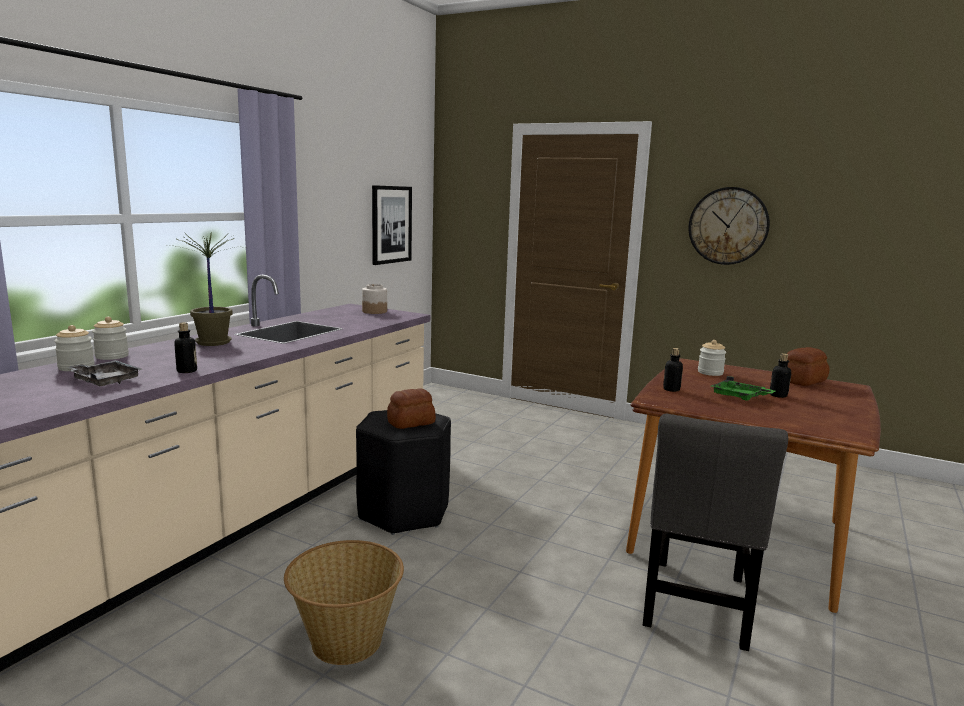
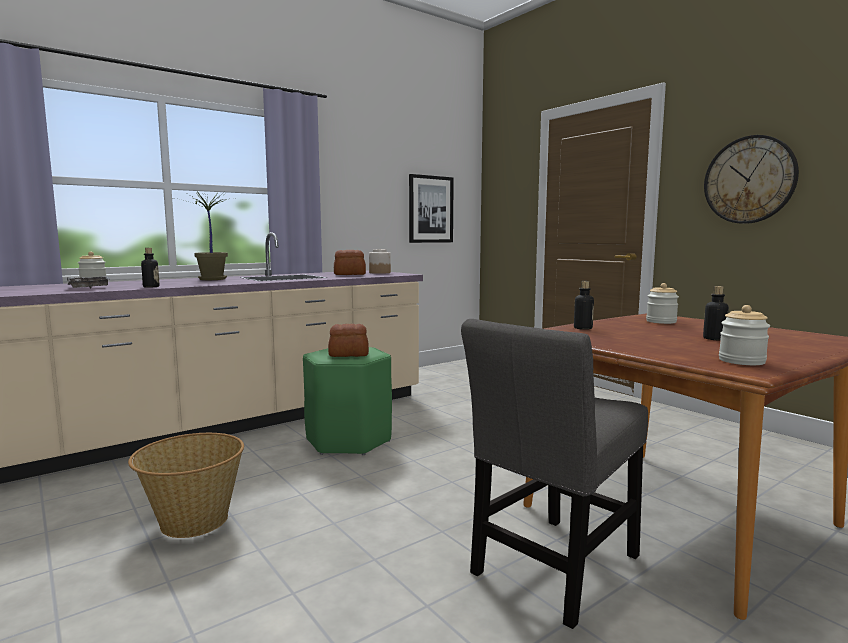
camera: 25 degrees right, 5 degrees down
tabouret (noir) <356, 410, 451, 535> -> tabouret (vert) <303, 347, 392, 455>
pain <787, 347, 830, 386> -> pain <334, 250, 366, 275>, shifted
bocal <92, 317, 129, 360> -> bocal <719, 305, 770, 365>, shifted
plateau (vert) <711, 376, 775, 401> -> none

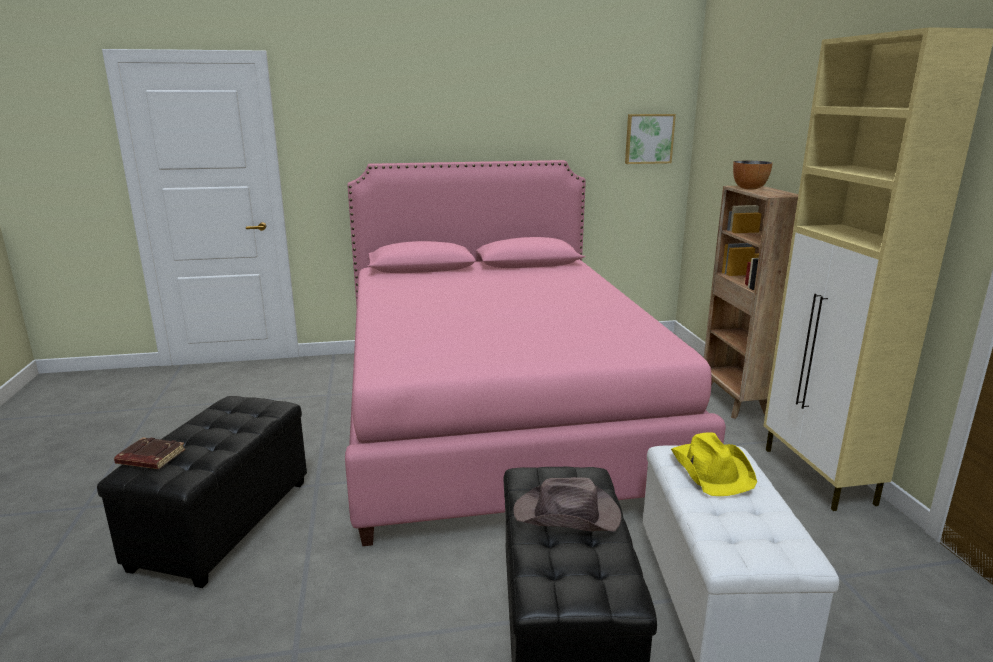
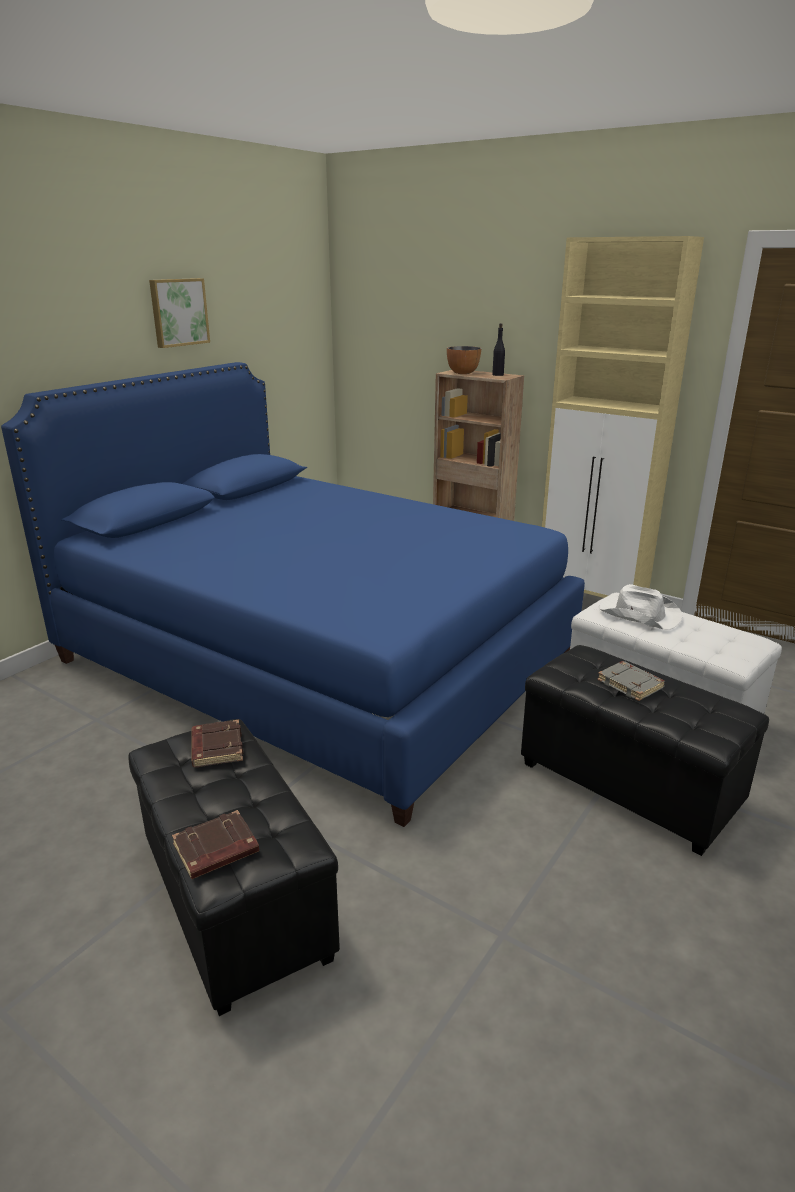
camera: 45 degrees left, 5 degrees up
lit (rose) <345, 160, 726, 547> -> lit (bleu) <1, 362, 585, 827>
tableau <625, 114, 676, 164> -> tableau <149, 278, 210, 348>, shifted
none -> livre (marron) <191, 720, 244, 767>
none -> bouteille (noir) <492, 323, 505, 376>
chapeau (marron) <513, 477, 622, 532> -> livre (gris) <597, 661, 665, 701>
chapeau (jaune) <671, 433, 757, 496> -> chapeau (blanc) <599, 584, 683, 630>

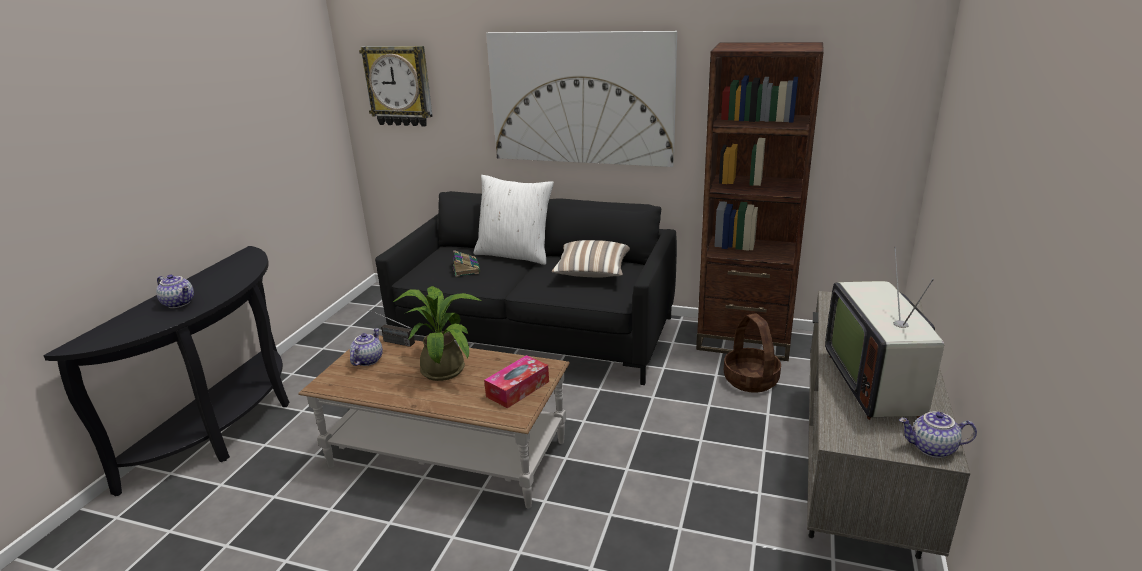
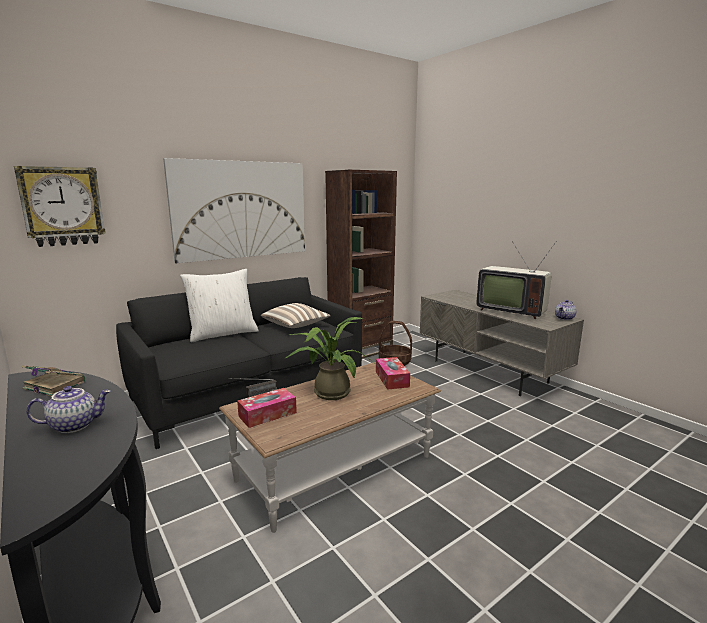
camera: 55 degrees left, 10 degrees down
livre <453, 250, 480, 277> -> livre <21, 365, 85, 397>, shifted
théière <350, 328, 383, 366> -> boîte à mouchoirs <237, 388, 297, 428>

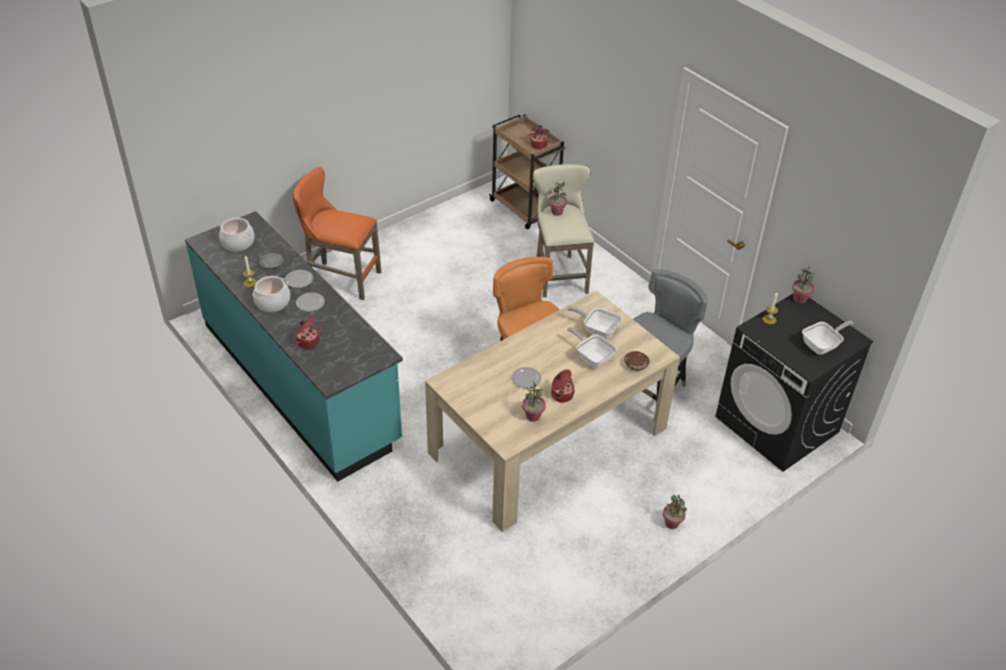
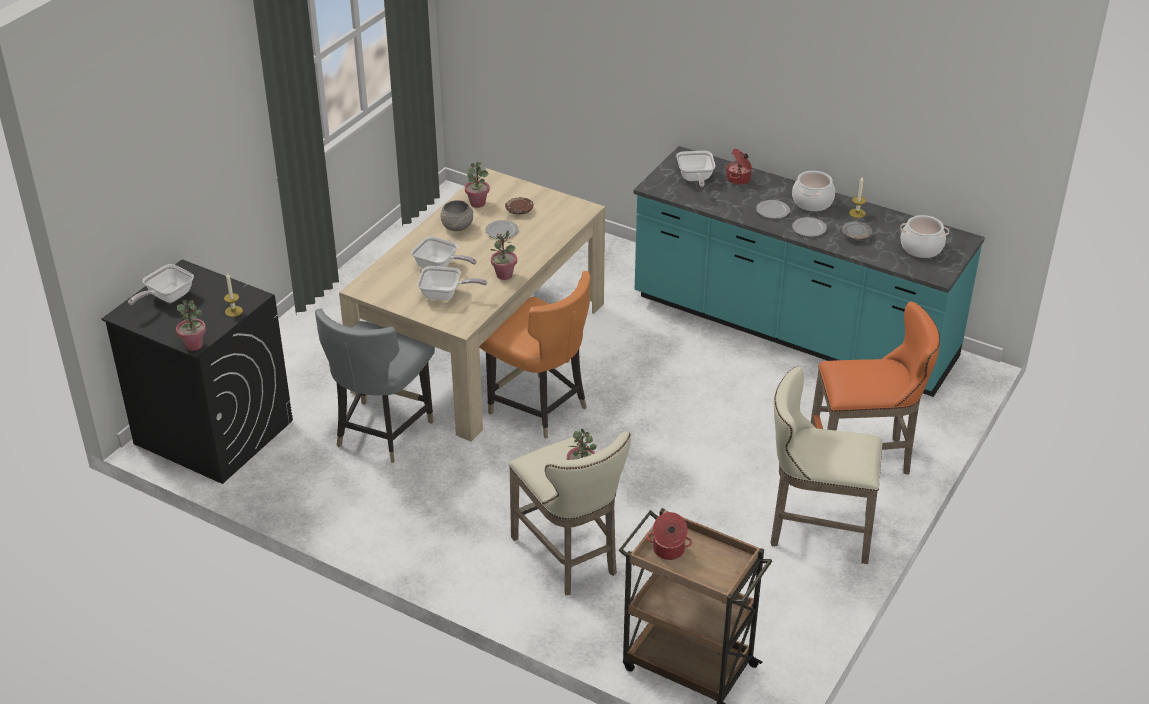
camera: 160 degrees right, 5 degrees down
marmite <551, 369, 575, 403> -> bol (gris) <440, 200, 473, 231>
plante en pot <663, 495, 687, 529> -> plante en pot <491, 230, 517, 280>, shifted
assiette (marron) <624, 351, 650, 370> -> assiette (marron) <505, 197, 534, 215>, shifted
none -> poêle <676, 151, 715, 187>
none -> tabouret (beige) <770, 366, 883, 564>

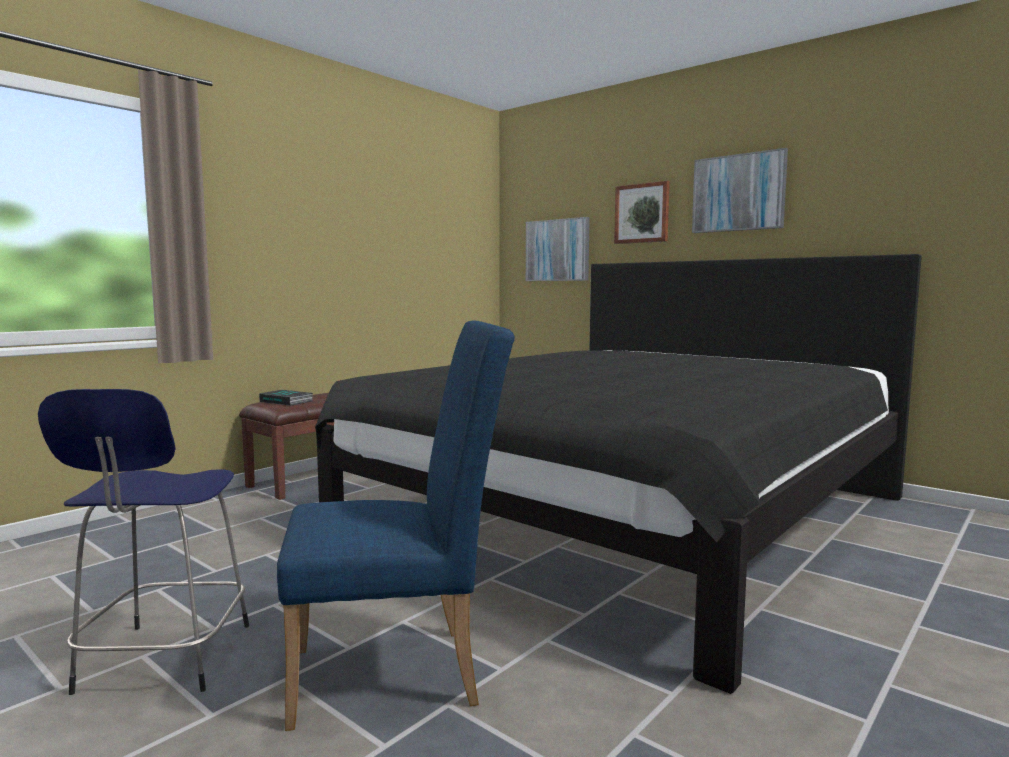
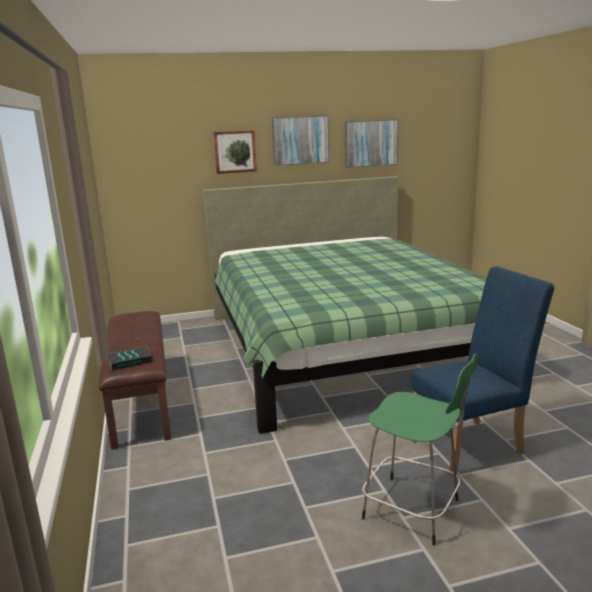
camera: 55 degrees left, 10 degrees up
lit (noir) <315, 254, 922, 694> -> lit (vert) <203, 176, 487, 434>
tableau <526, 217, 590, 281> -> tableau <345, 119, 398, 168>, shifted
tabouret (bleu) <38, 389, 249, 695> -> tabouret (vert) <362, 353, 478, 545>
chaise (bleu) <277, 321, 515, 731> -> chaise (bleu) <411, 267, 554, 477>, 45 degrees clockwise

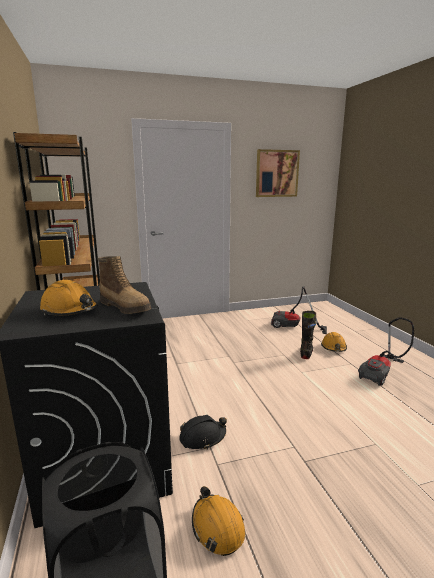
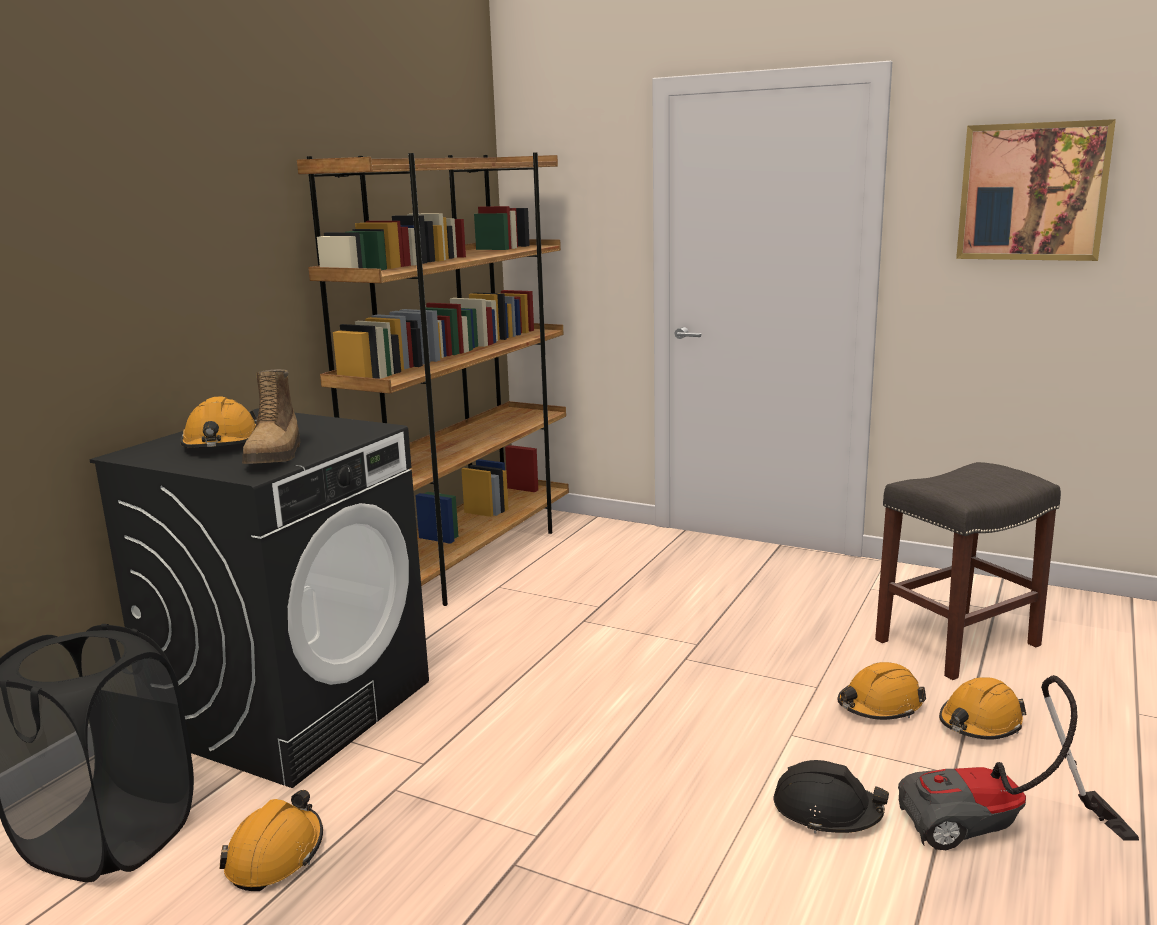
camera: 45 degrees right, 0 degrees up
casque de chantier (noir) <179, 415, 227, 450> -> casque de chantier (noir) <774, 760, 889, 833>, shifted
botte (noir) <300, 311, 316, 359> -> casque de chantier (orange) <837, 662, 926, 720>
aspirateur <271, 286, 327, 334> -> tabouret (gris) <875, 462, 1061, 680>

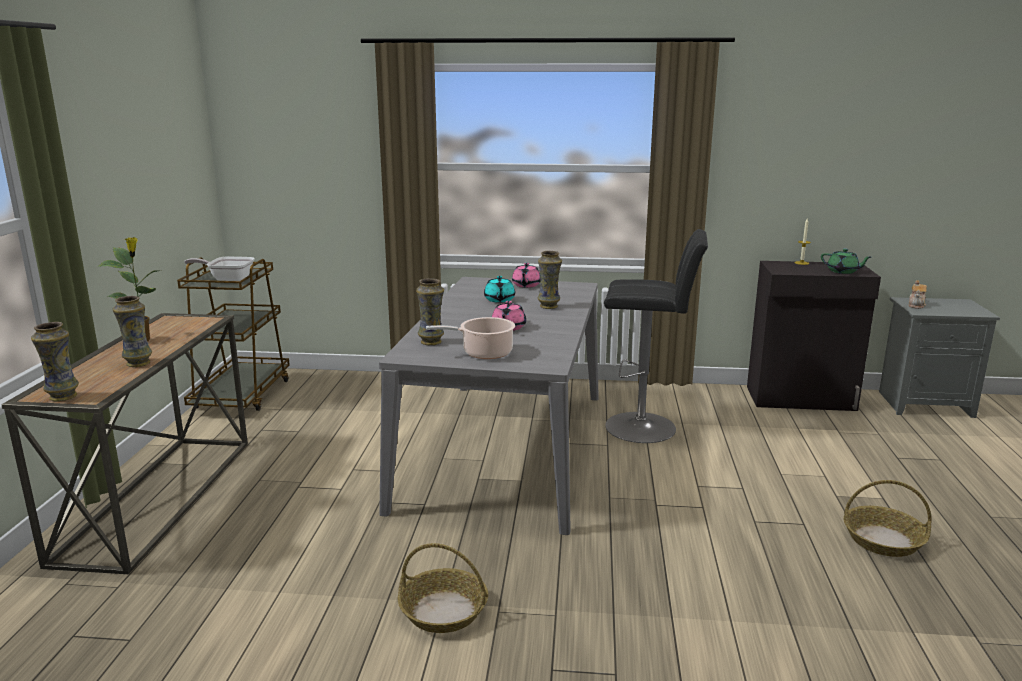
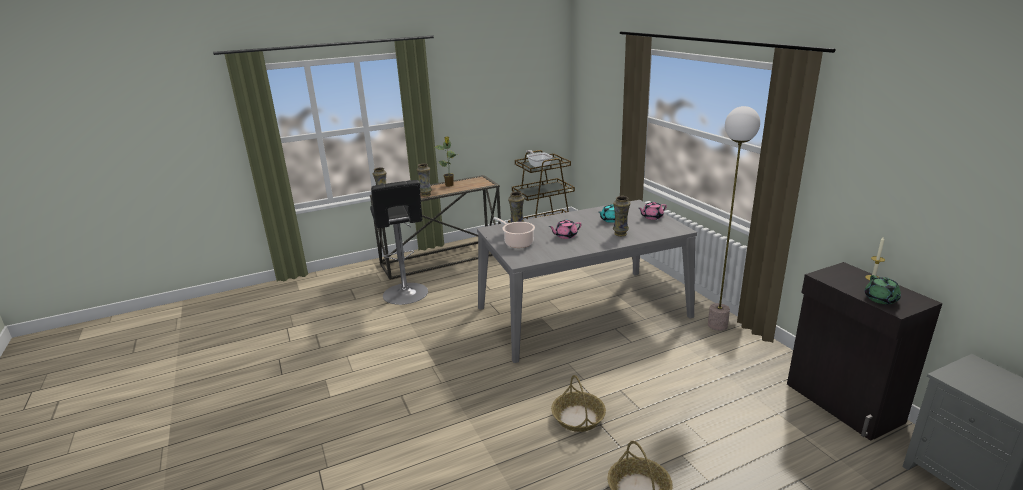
camera: 60 degrees right, 5 degrees up
tabouret (noir) <604, 229, 708, 443> -> tabouret (noir) <370, 180, 428, 305>, shifted
panier <398, 543, 488, 633> -> panier <551, 375, 606, 432>, shifted
none -> lampadaire <708, 106, 760, 331>
théière <909, 280, 927, 309> -> none

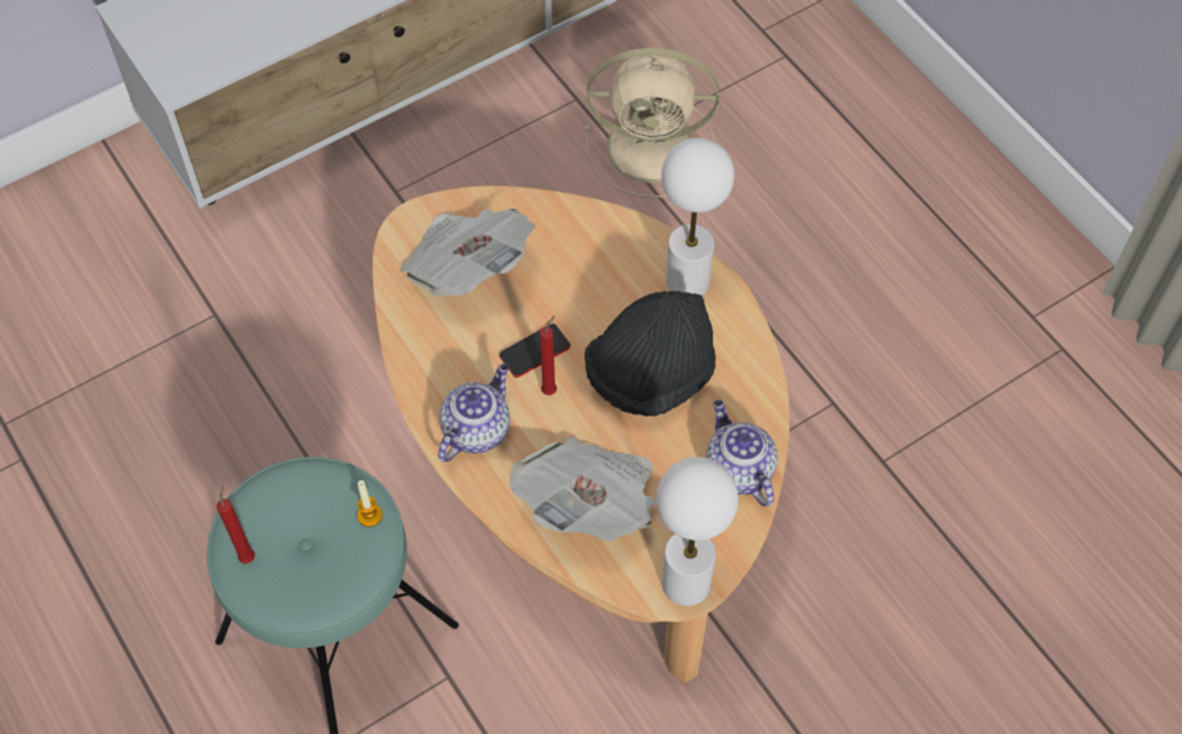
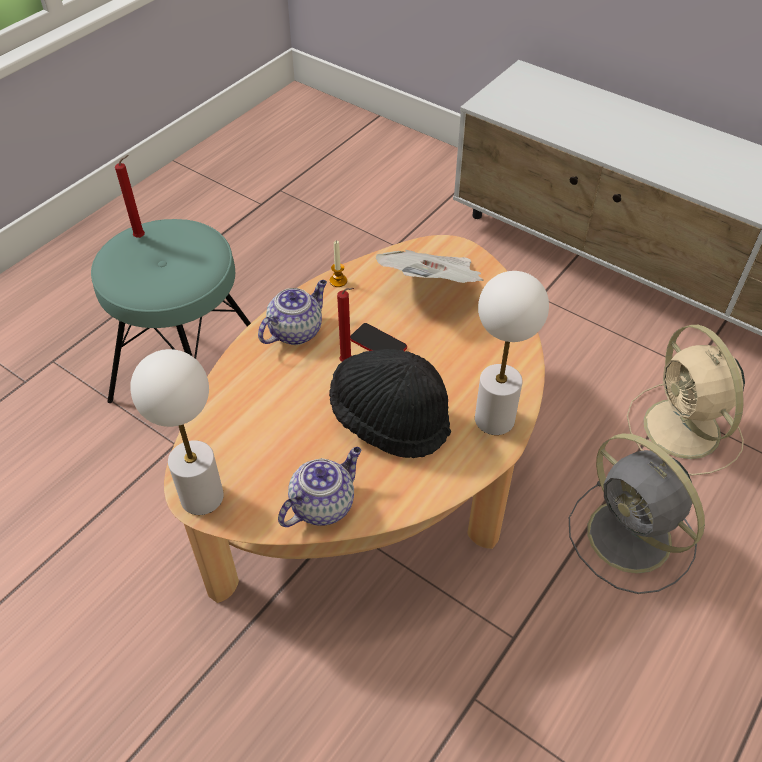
camera: 70 degrees right, 10 degrees down
théière <438, 363, 510, 462> -> théière <258, 280, 327, 345>, 60 degrees counterclockwise
bougie <357, 480, 383, 527> -> bougie <330, 241, 347, 287>, shifted
none -> ventilateur (gris) <569, 434, 705, 594>
journal <509, 437, 656, 541> -> none

